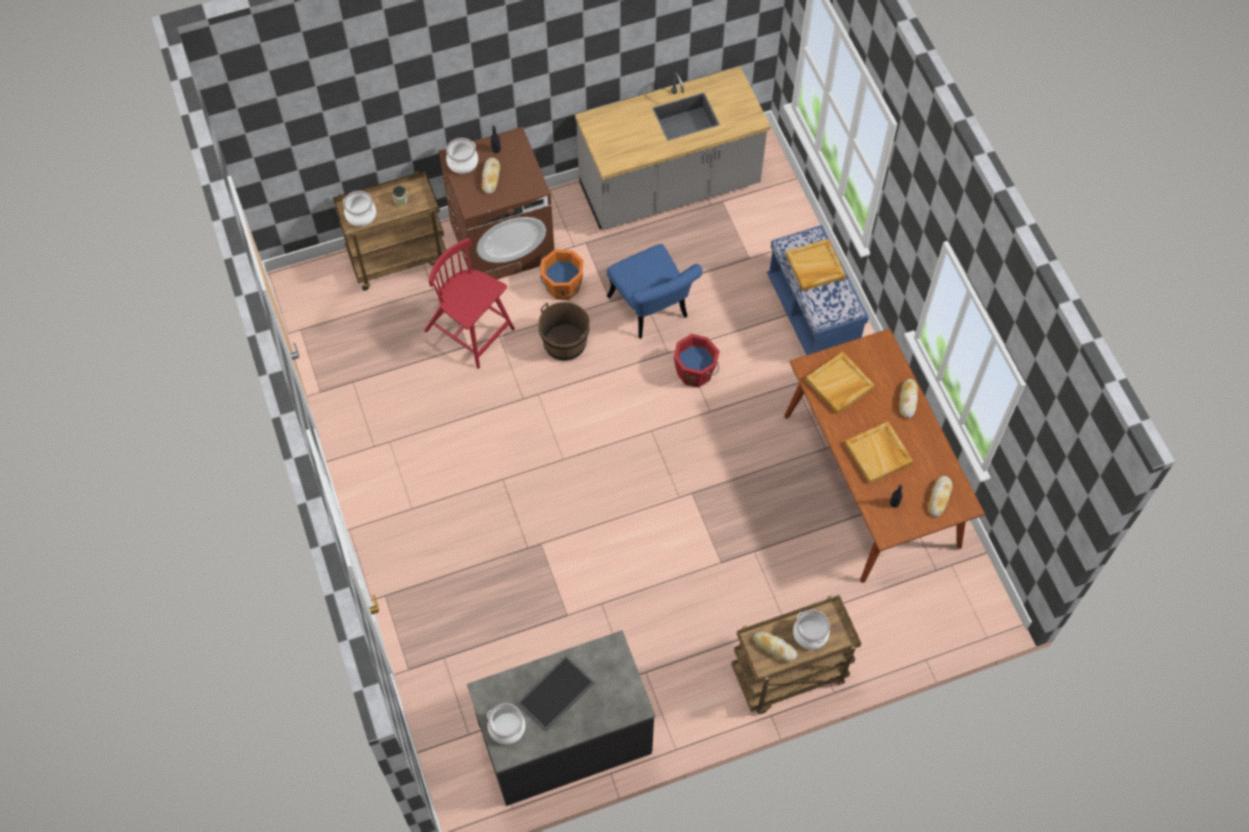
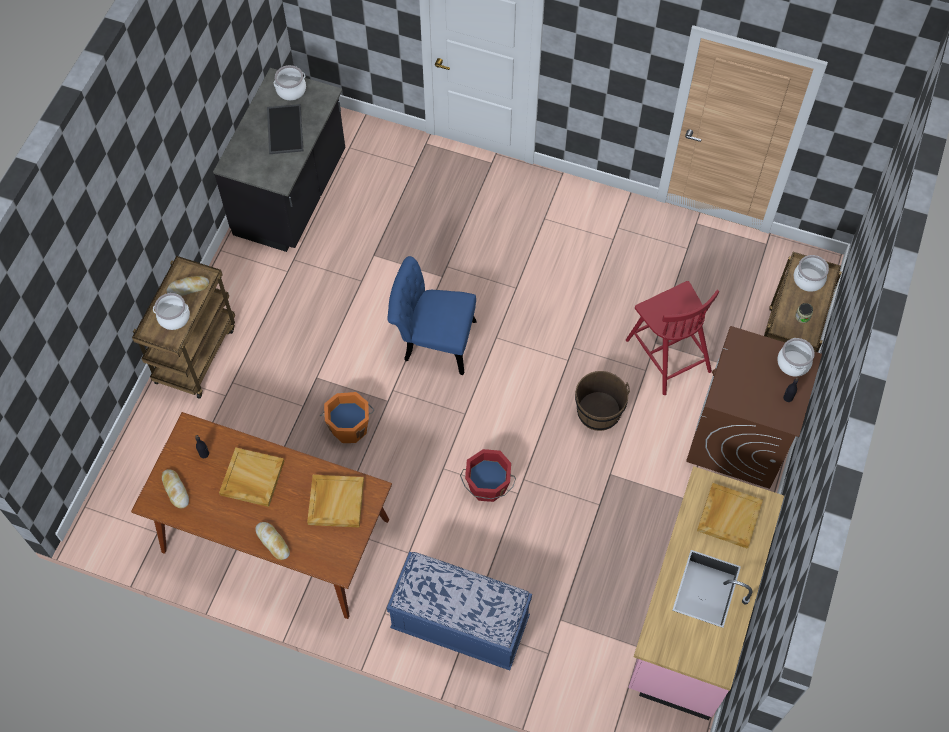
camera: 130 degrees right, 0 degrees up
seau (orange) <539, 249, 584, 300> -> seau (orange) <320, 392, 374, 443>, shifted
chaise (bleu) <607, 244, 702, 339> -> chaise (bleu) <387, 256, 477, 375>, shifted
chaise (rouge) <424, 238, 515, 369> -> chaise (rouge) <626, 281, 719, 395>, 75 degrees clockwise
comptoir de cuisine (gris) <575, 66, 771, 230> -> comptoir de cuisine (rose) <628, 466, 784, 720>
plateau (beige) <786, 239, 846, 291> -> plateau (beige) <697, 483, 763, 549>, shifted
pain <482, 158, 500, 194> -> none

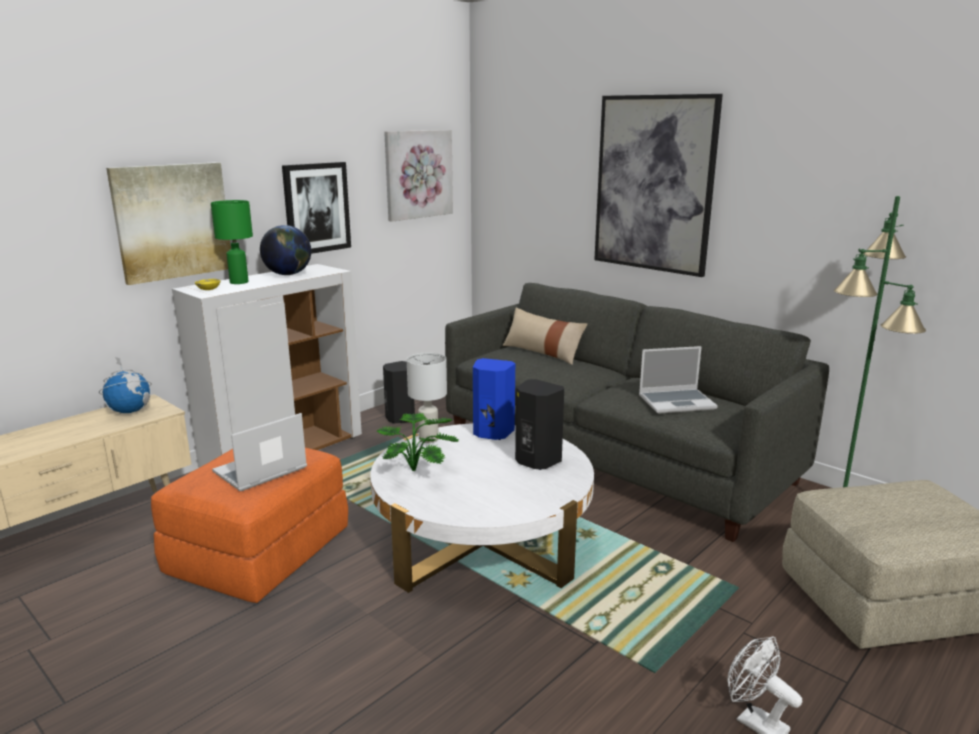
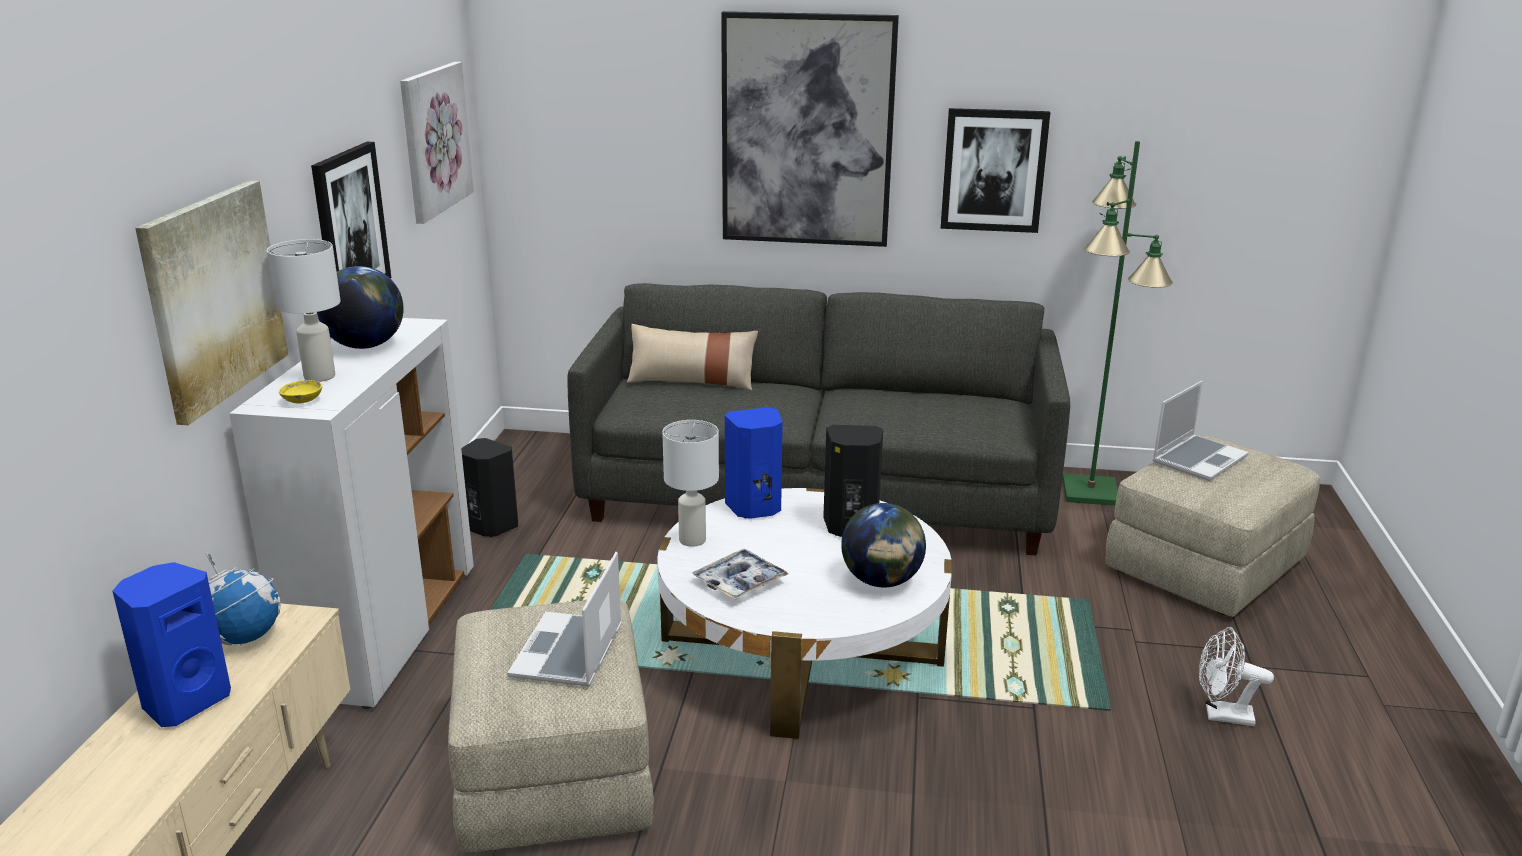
camera: 35 degrees left, 5 degrees up
none -> enceinte (bleu) <112, 562, 231, 727>
lampe de table (vert) <211, 200, 253, 284> -> lampe de table (blanc) <267, 239, 341, 382>
pouf (orange) <151, 448, 348, 603> -> pouf (beige) <448, 601, 654, 852>
plante en pot <377, 413, 459, 471> -> plateau <692, 549, 788, 599>
none -> globe <841, 503, 926, 587>
none -> tableau <941, 108, 1050, 233>
ordinateur portable <639, 346, 718, 414> -> ordinateur portable <1152, 381, 1249, 481>, shifted

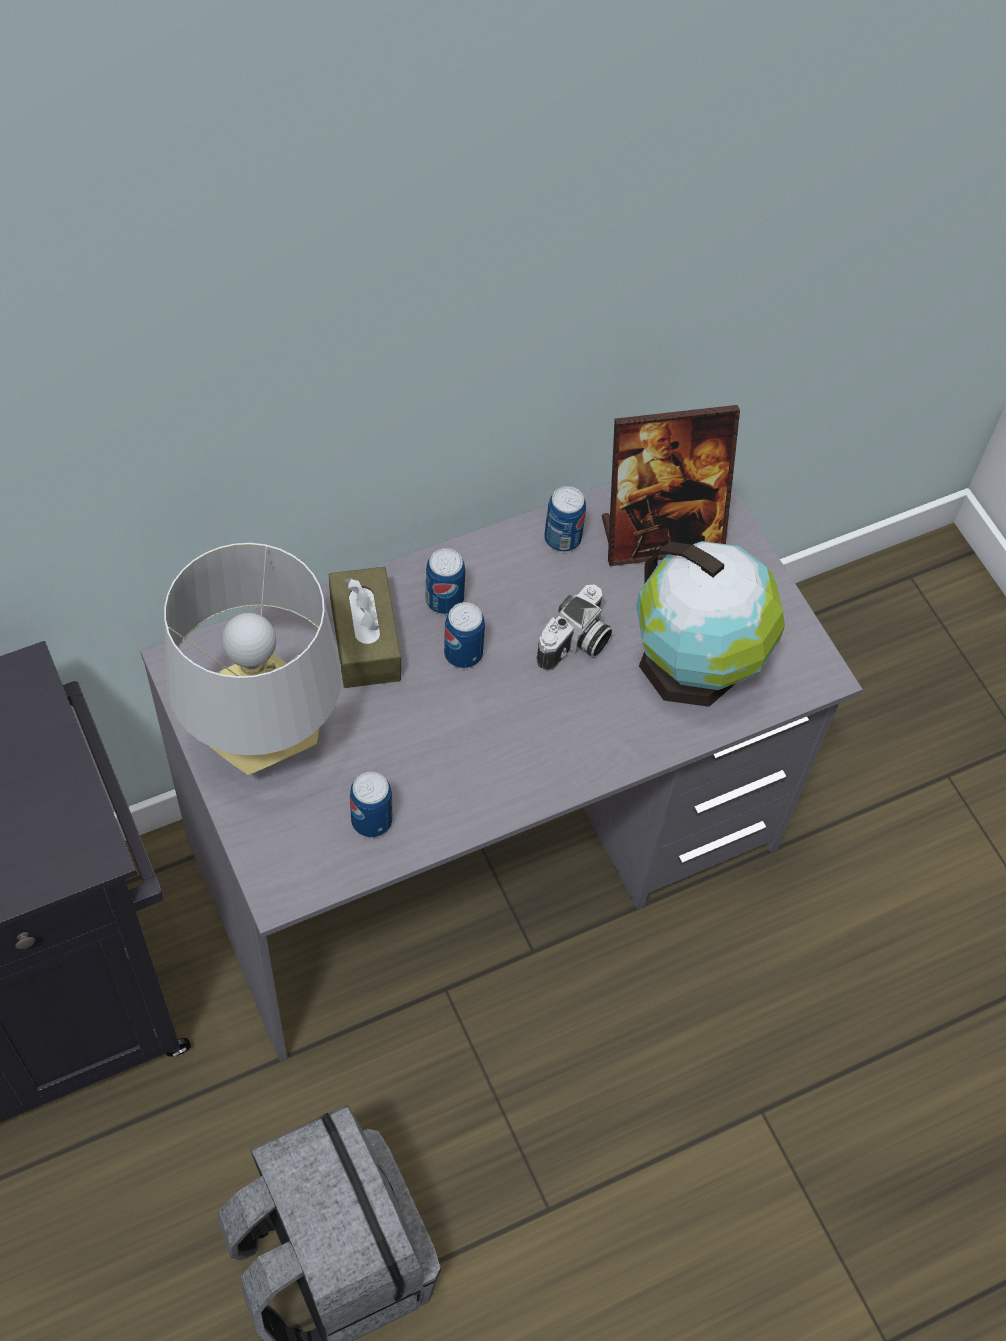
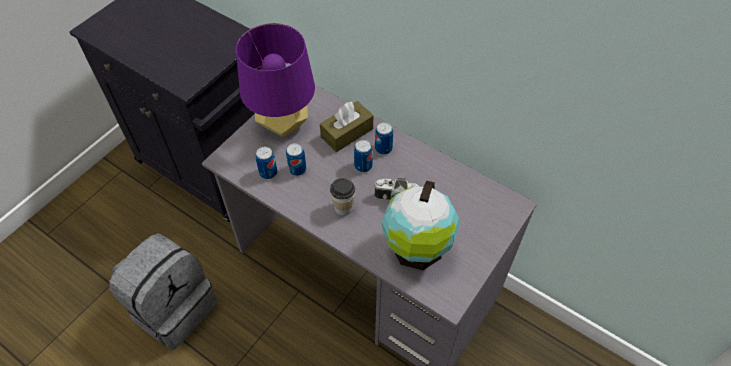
camera: 65 degrees right, 5 degrees down
lampe de table (gris) <164, 543, 342, 775> -> lampe de table (violet) <236, 23, 315, 137>
boîte métallique <545, 486, 586, 552> -> boîte métallique <286, 143, 306, 176>, shifted
none -> tasse <330, 178, 355, 216>
cadre photo <602, 405, 740, 566> -> none

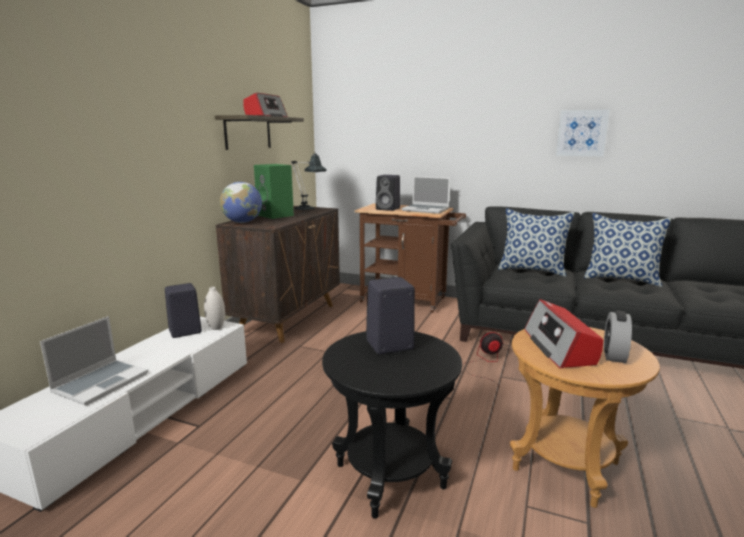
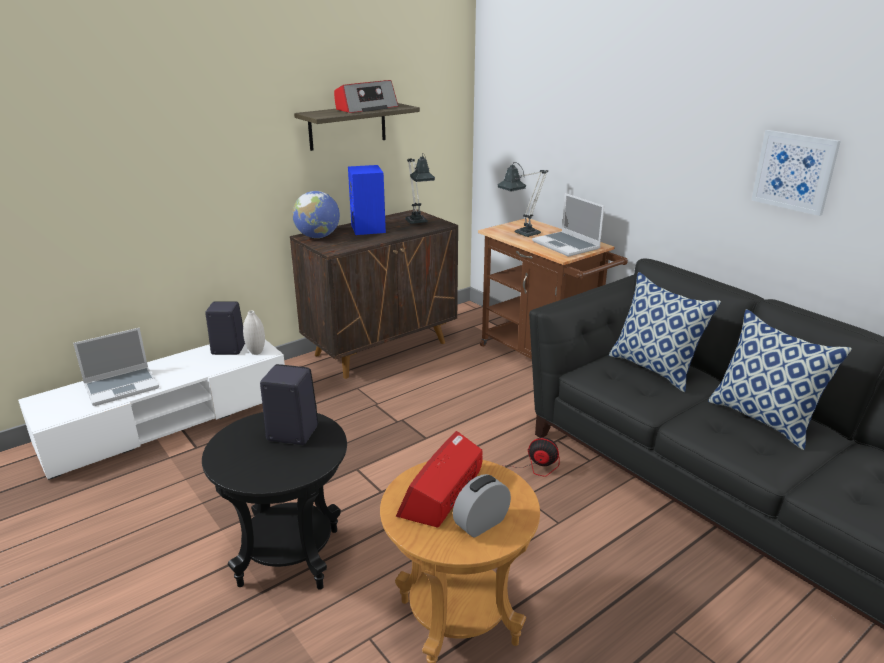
camera: 30 degrees right, 10 degrees up
enceinte (vert) <254, 164, 294, 219> -> enceinte (bleu) <348, 165, 386, 235>
enceinte (noir) <376, 175, 400, 211> -> lampe de table <497, 162, 548, 237>

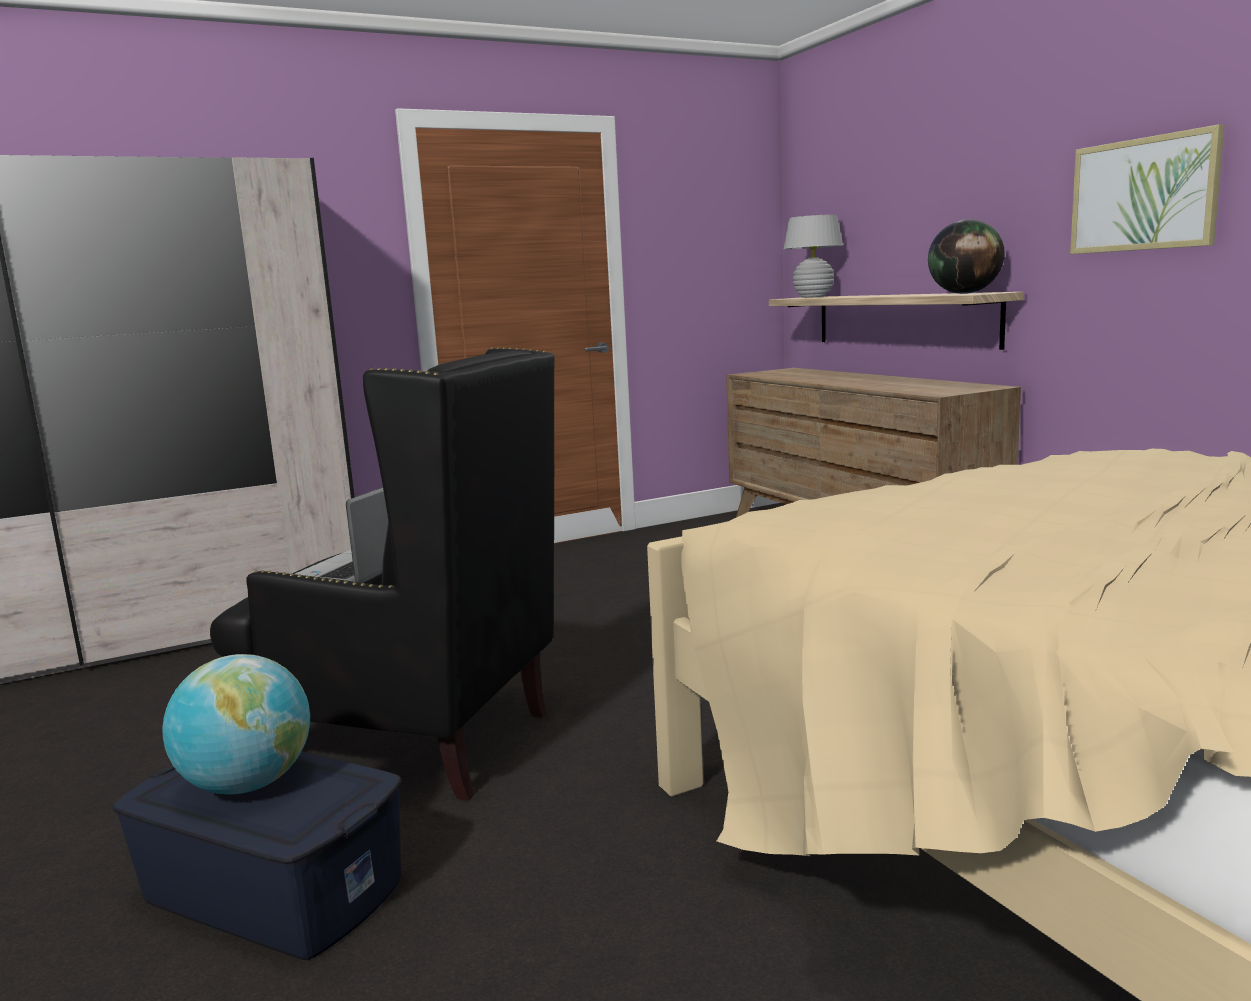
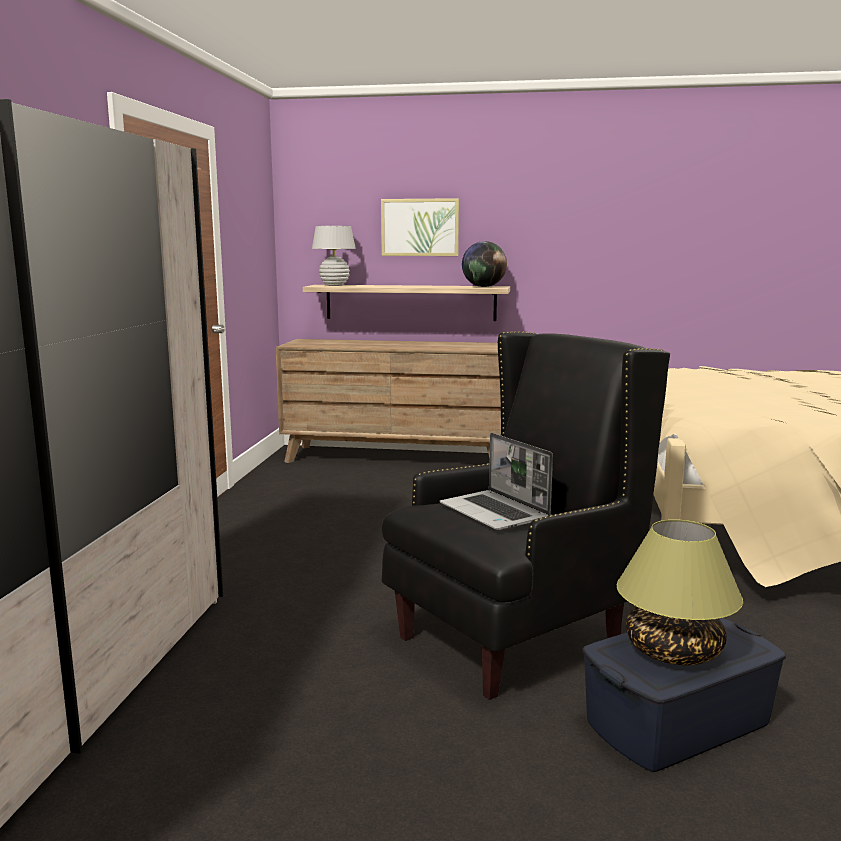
camera: 55 degrees left, 0 degrees up
tableau <1070, 124, 1225, 254> -> tableau <381, 198, 459, 256>, shifted
globe <162, 654, 310, 794> -> lampe de table <617, 519, 743, 665>

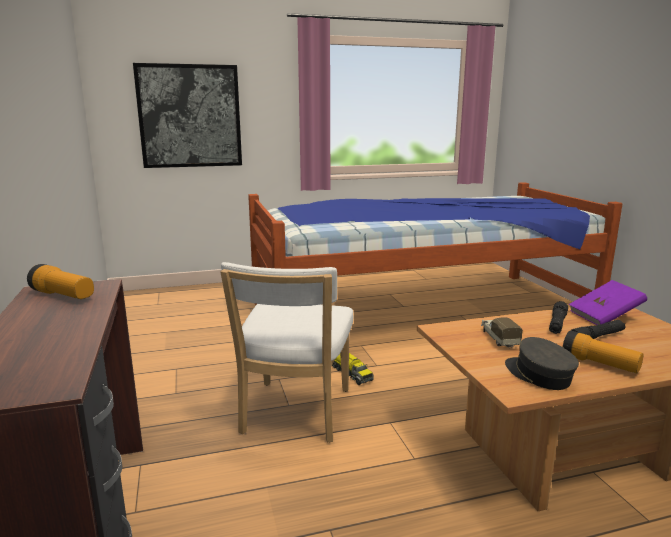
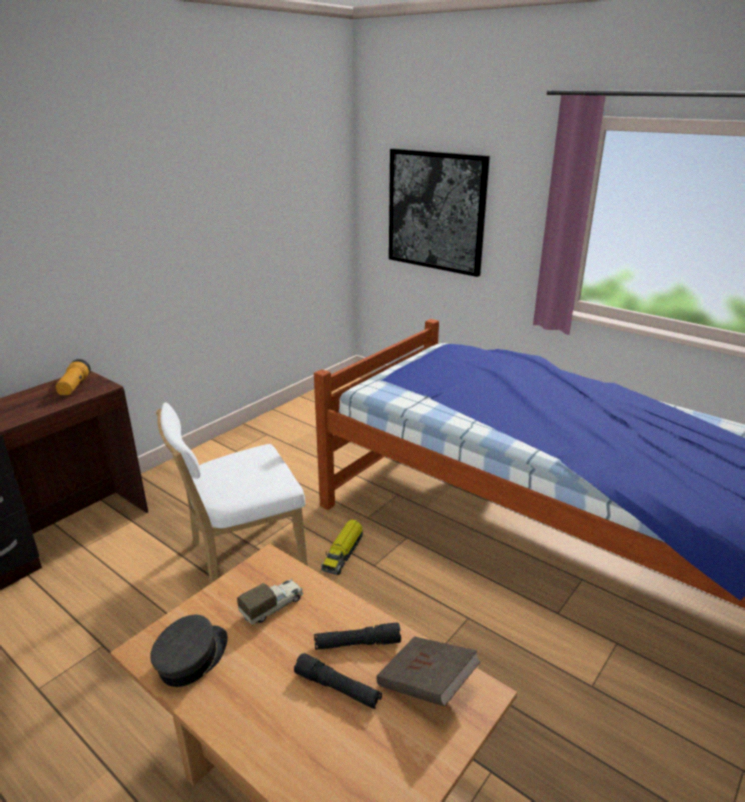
camera: 55 degrees right, 10 degrees up
livre (violet) <569, 280, 647, 325> -> livre (marron) <376, 636, 481, 707>
lampe de poche <563, 331, 643, 373> -> none

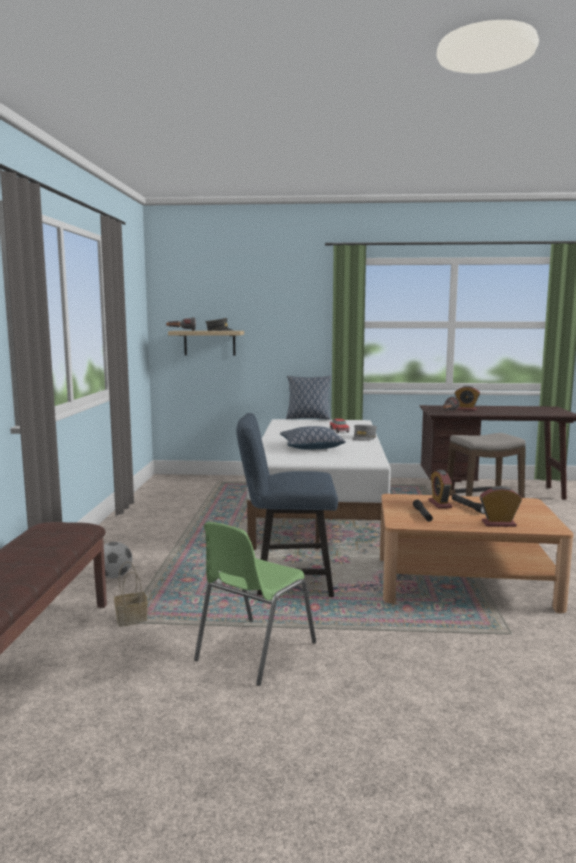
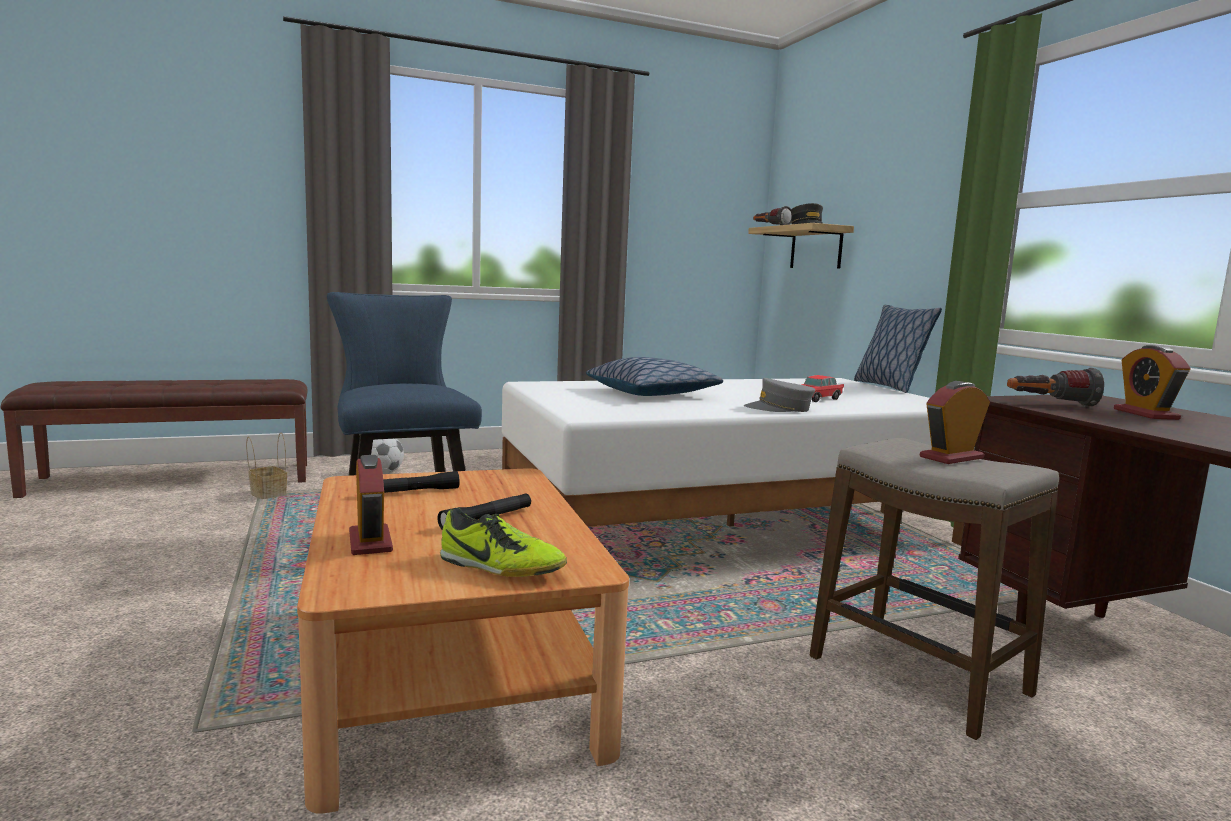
camera: 65 degrees right, 0 degrees up
none -> chaussure <440, 508, 567, 577>
réveil <428, 470, 452, 508> -> réveil <920, 381, 990, 464>, shifted
chaise (vert) <194, 522, 316, 686> -> none

